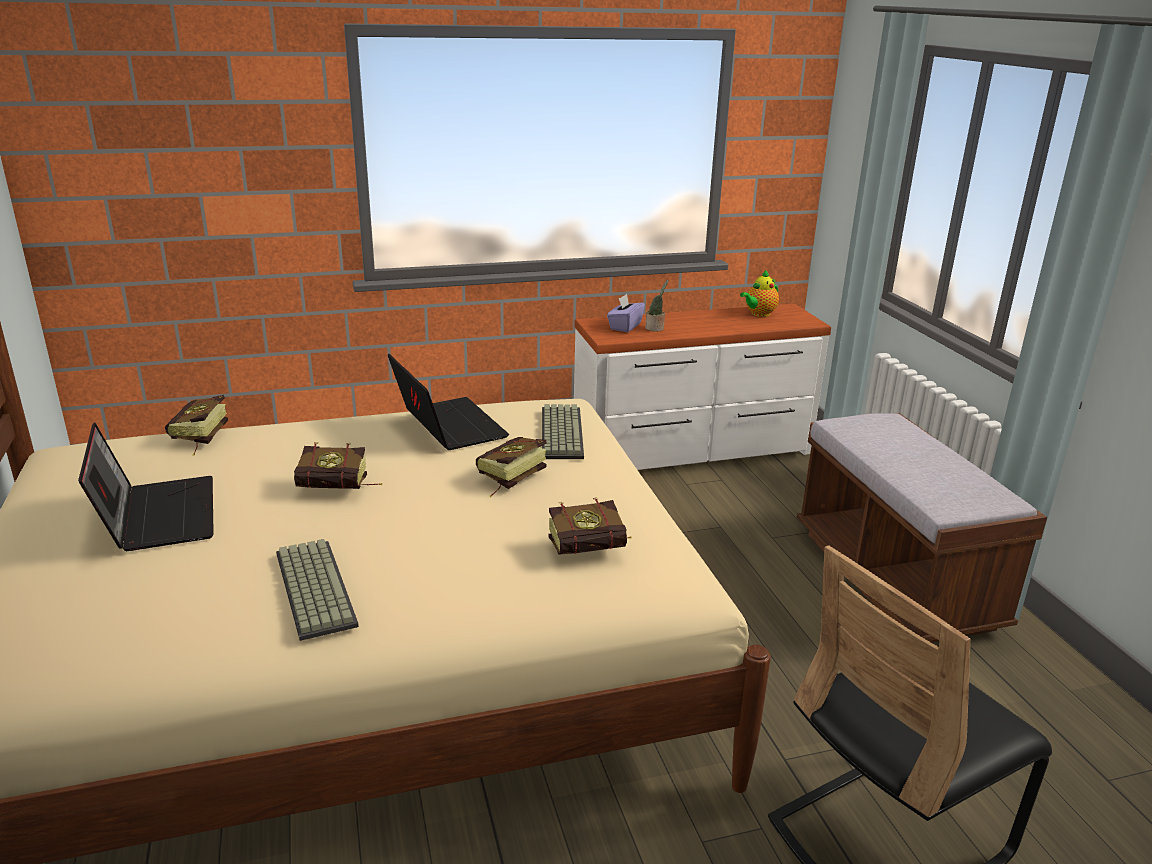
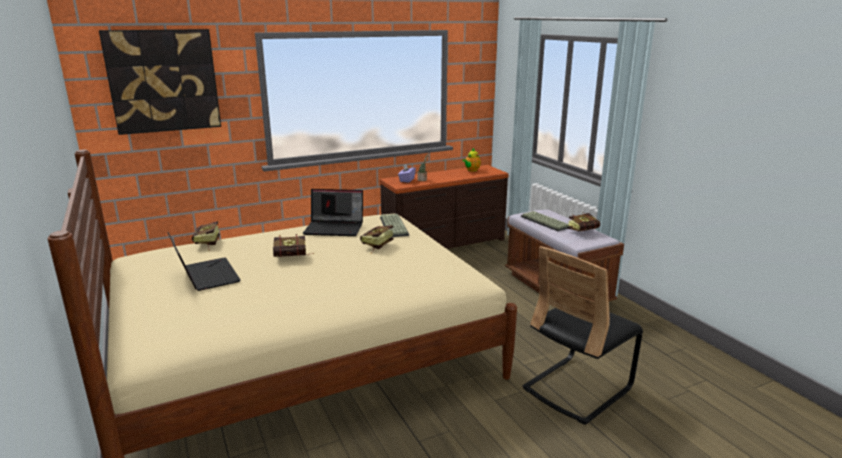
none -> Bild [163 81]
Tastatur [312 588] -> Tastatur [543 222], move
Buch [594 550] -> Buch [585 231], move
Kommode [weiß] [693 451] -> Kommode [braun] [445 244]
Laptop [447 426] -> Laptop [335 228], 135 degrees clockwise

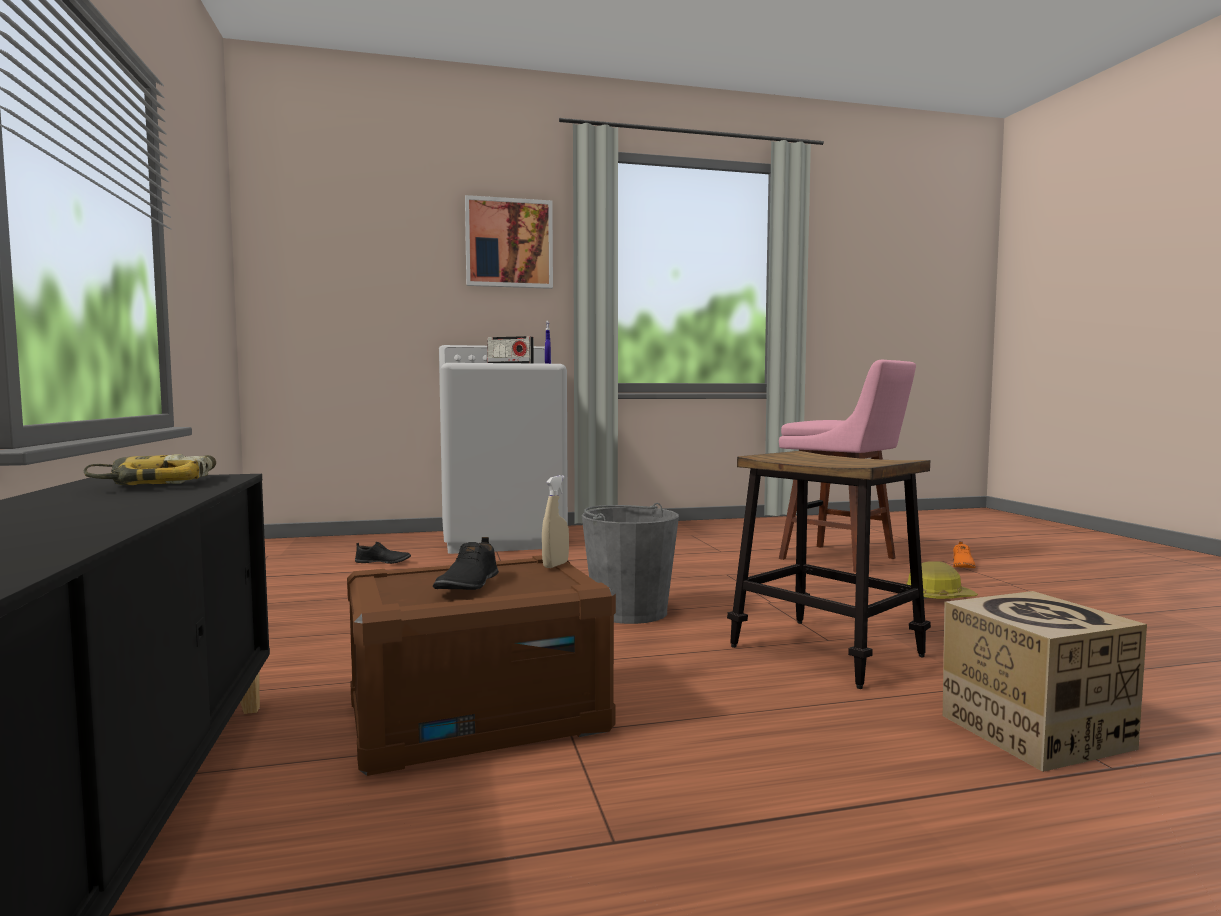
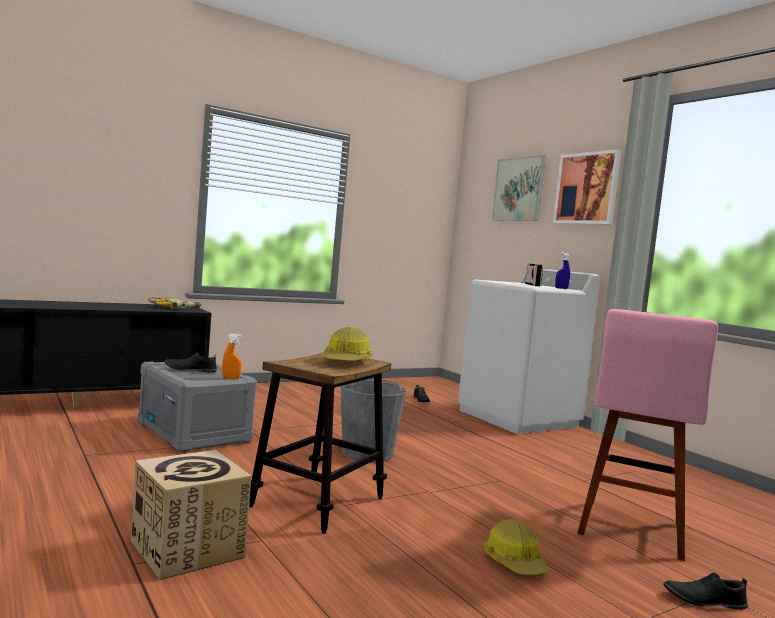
none -> Schutzhelm [346 361]
none -> Bild [518 189]
Aufbewahrungsbox [braun] [479 716] -> Aufbewahrungsbox [grau] [194 432]
Sprühflasche [beige] [555 565] -> Sprühflasche [orange] [230 378]
Schuh [orange] [962 565] -> Schuh [schwarz] [704 600]

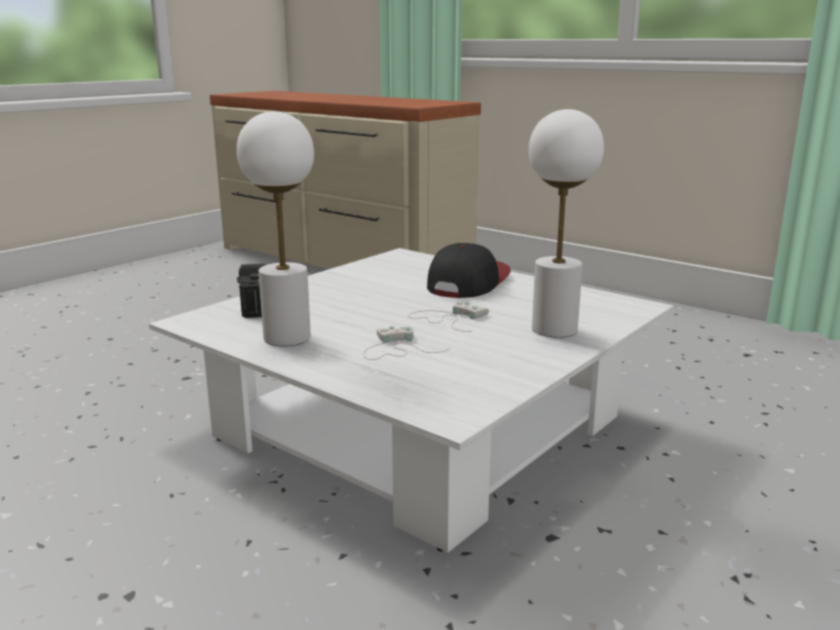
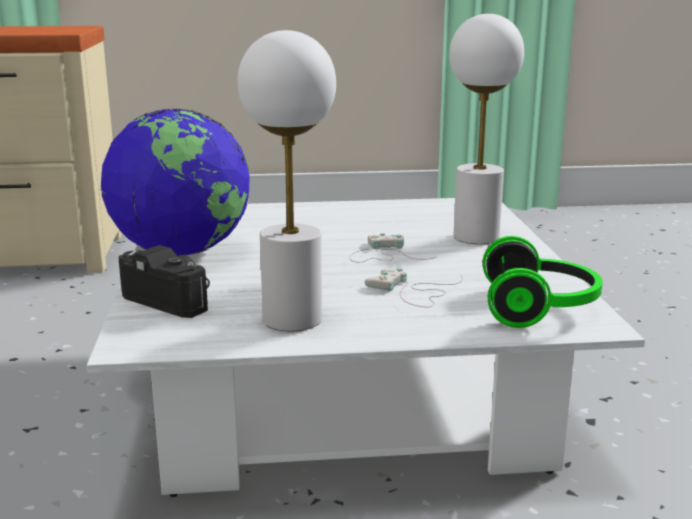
Kappe [467 282] -> none
none -> Globus [181 252]
none -> Kopfhörer [540 308]

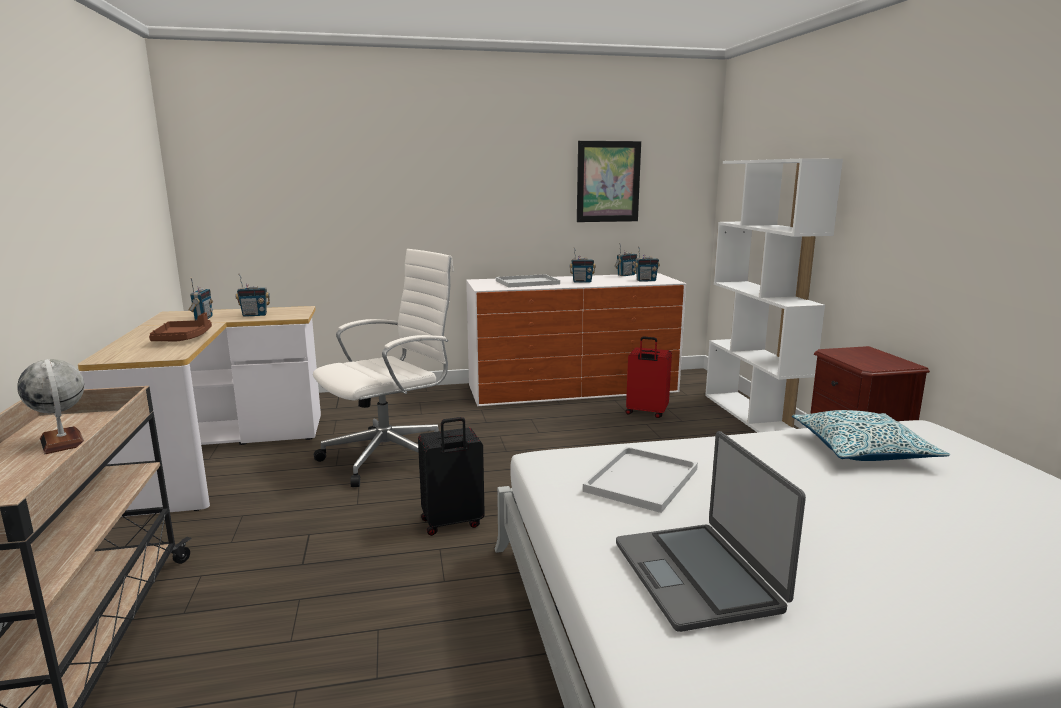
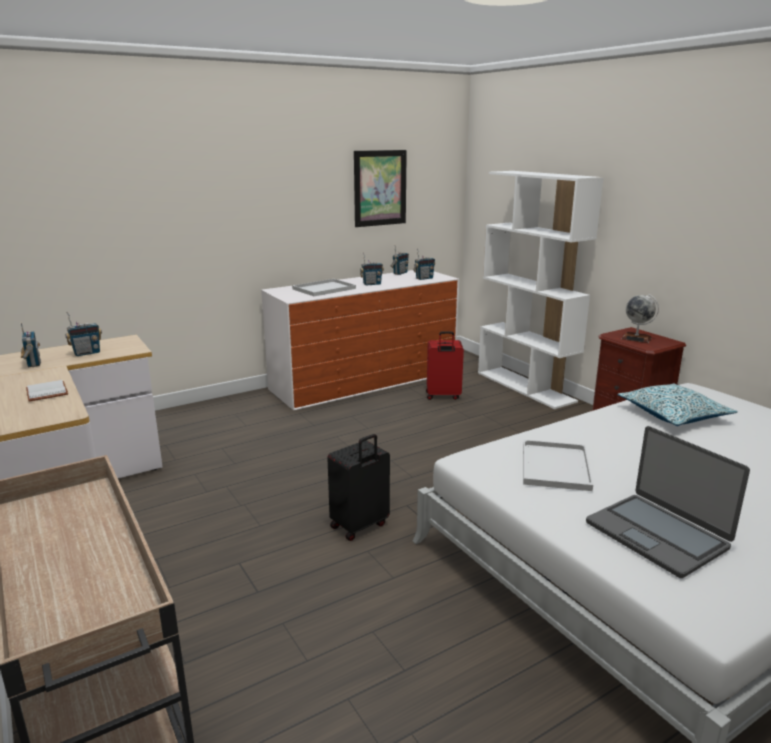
Bürostuhl [weiß] [391 456] -> none
Globus [63 442] -> Globus [636 338], move
Tablett [braun] [183 339] -> Buch [weiß] [48 392]

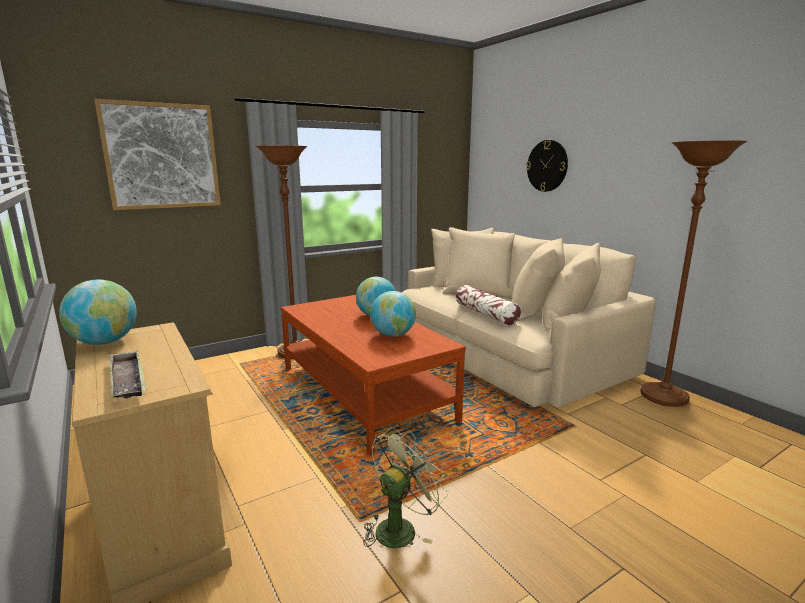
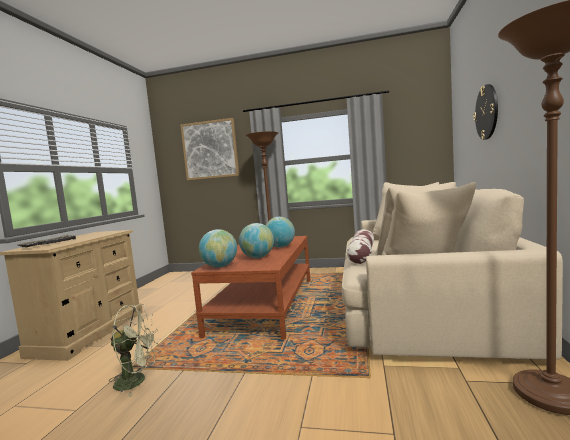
Globus [104 342] -> Globus [220 266], move

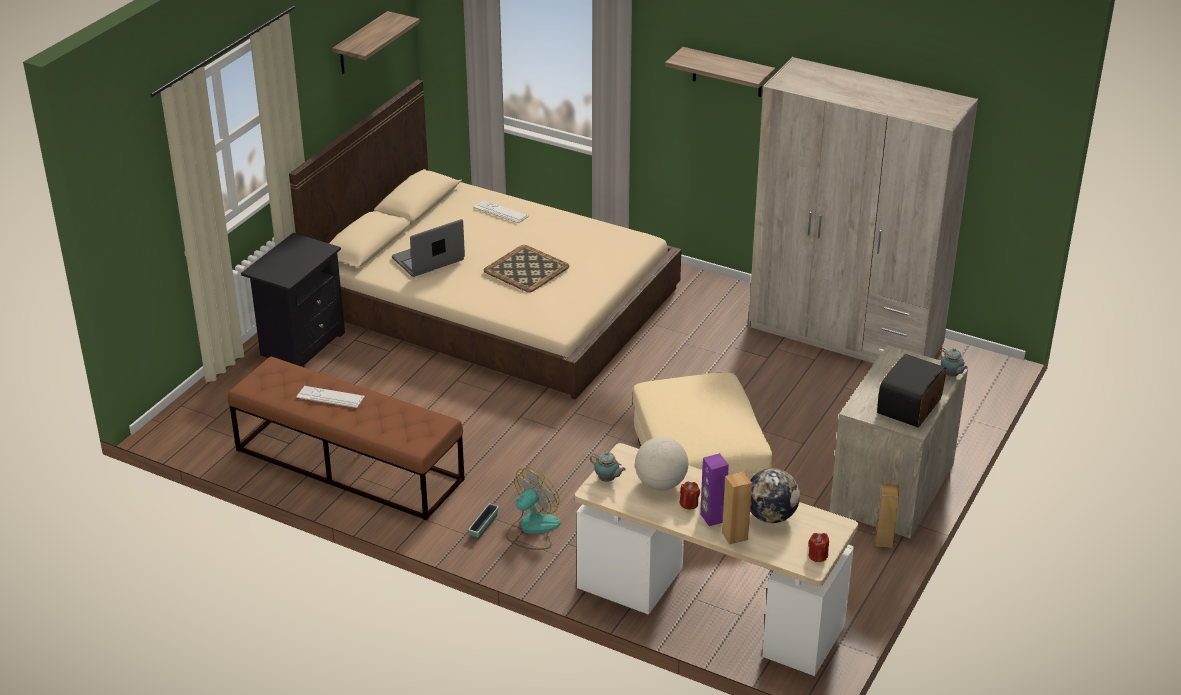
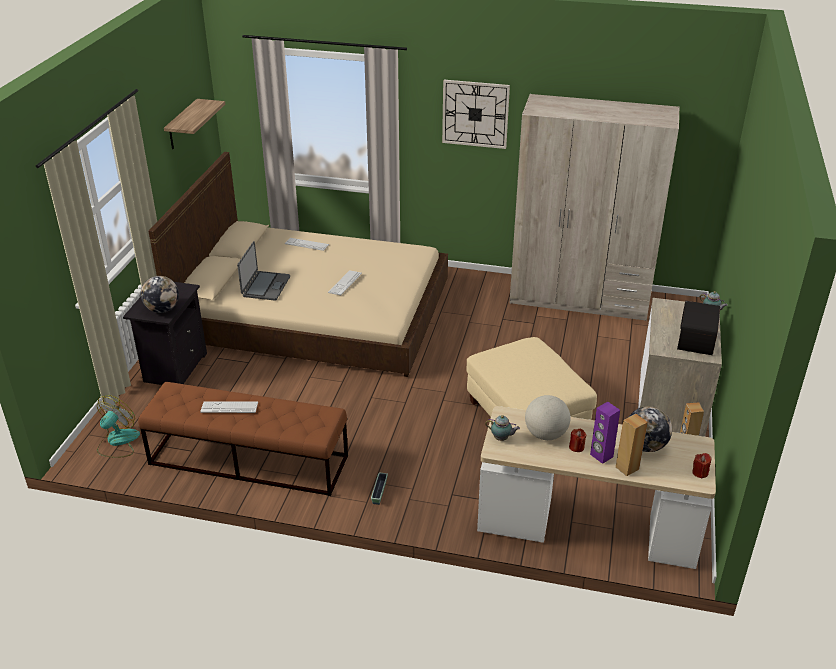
none -> Globus [162 309]
Ventilator [532 529] -> Ventilator [117 442], move
Tablett [526 269] -> Tastatur [345 283]
Wandregal [727 72] -> Wanduhr [475 114]
Laptop [428 260] -> Laptop [265 286], 150 degrees clockwise

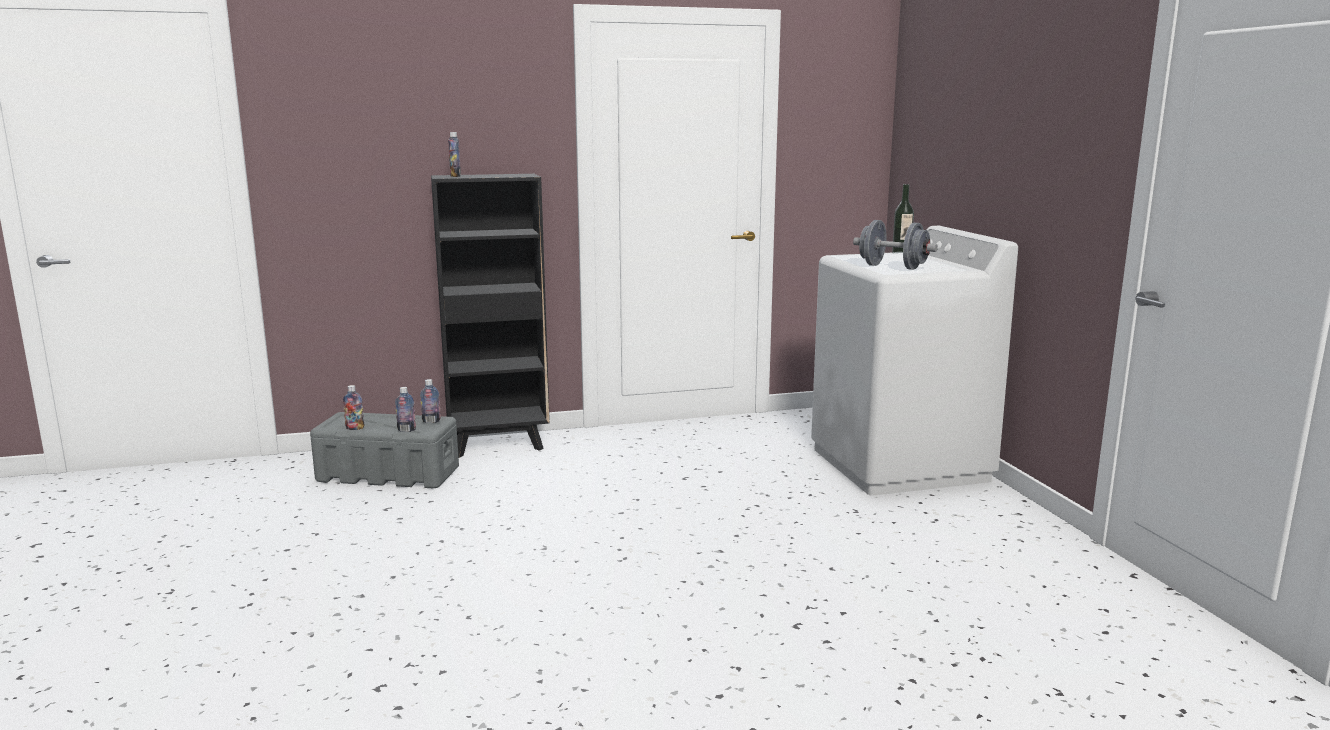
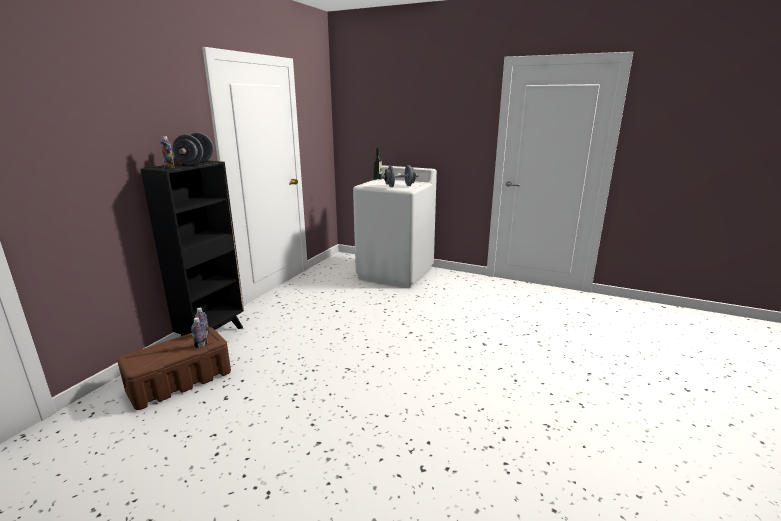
Flasche [355 428] -> none
none -> Hantel [grau] [196 163]
Aufbewahrungsbox [grau] [389 474] -> Aufbewahrungsbox [braun] [180 381]

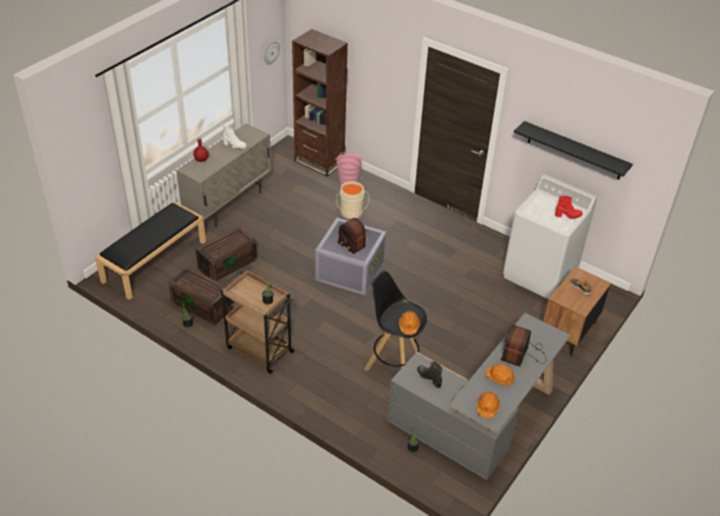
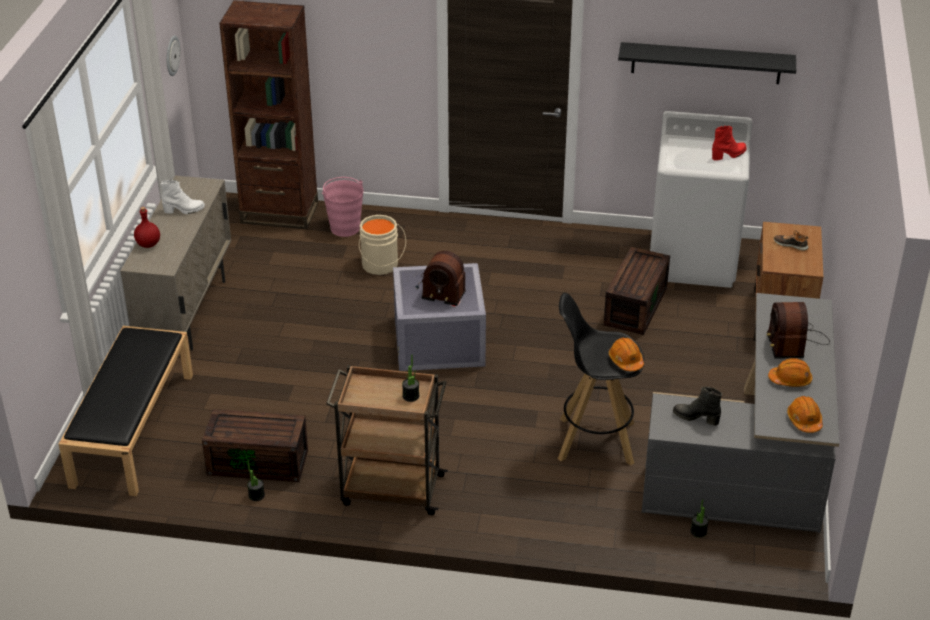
Aufbewahrungsbox [braun] [228 263] -> Aufbewahrungsbox [braun] [634 305], move

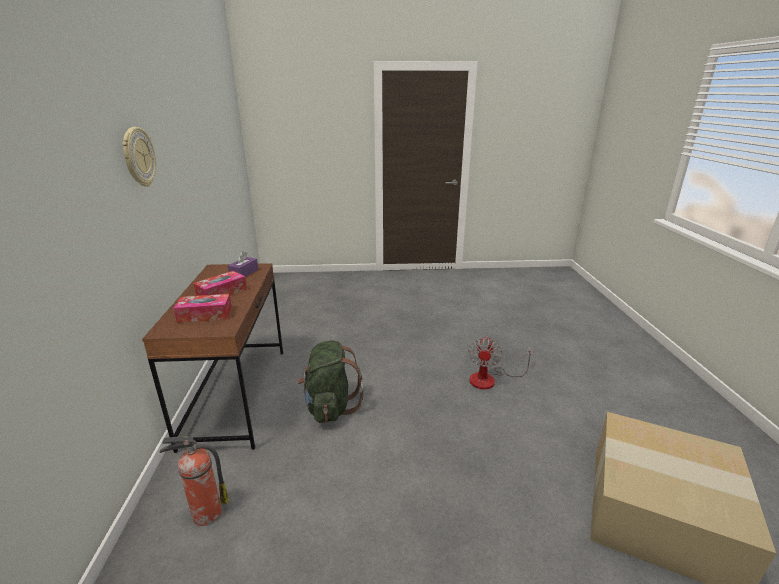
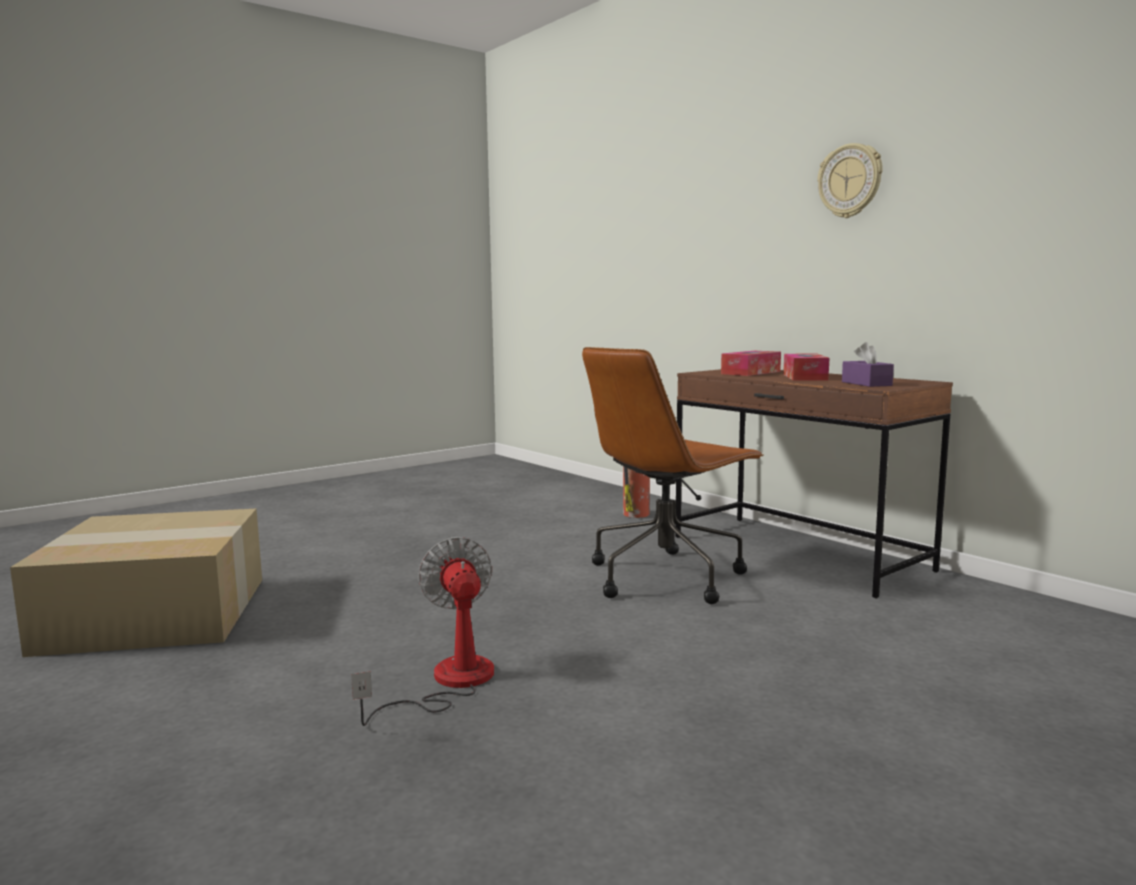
Rucksack [grün] [330 407] -> Bürostuhl [braun] [666 576]

